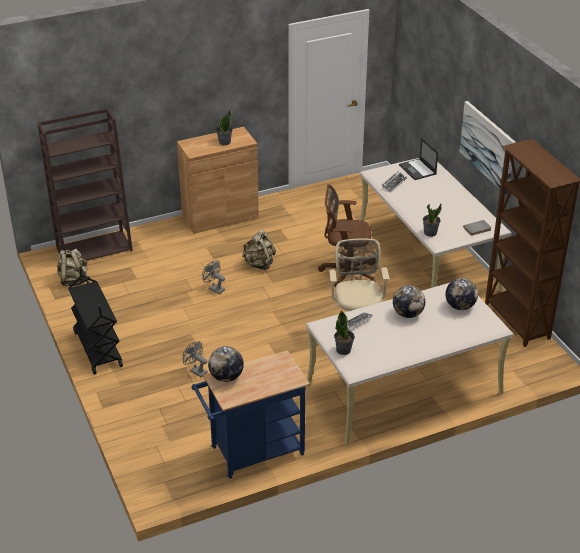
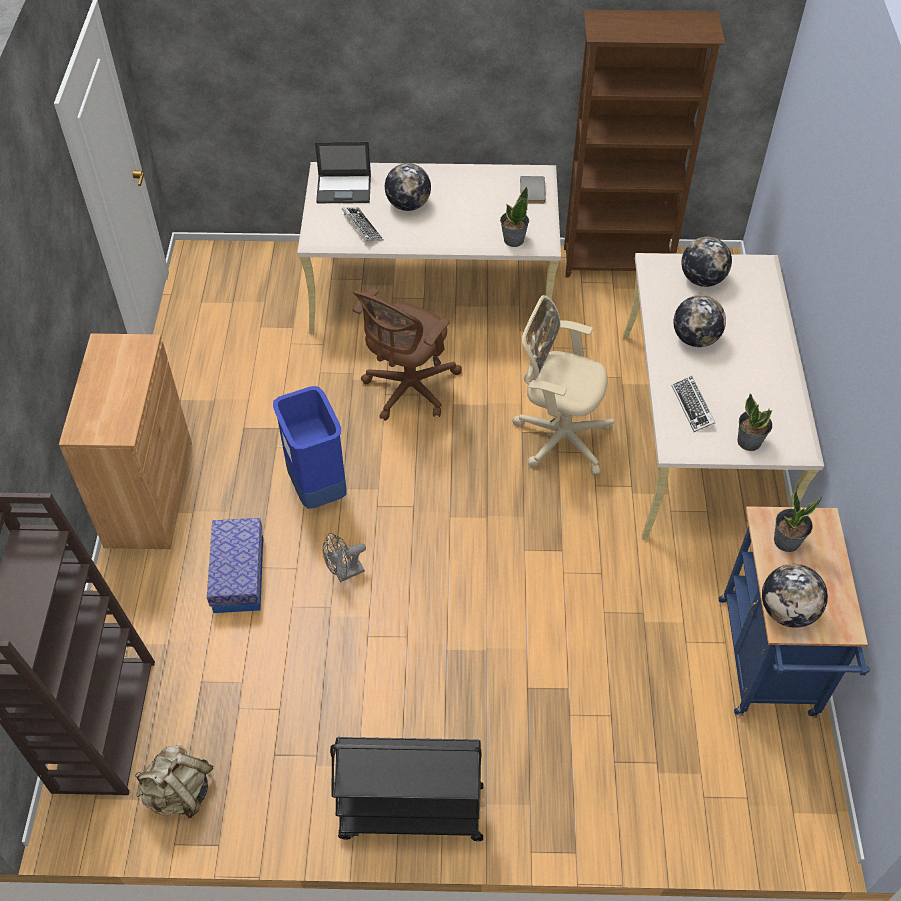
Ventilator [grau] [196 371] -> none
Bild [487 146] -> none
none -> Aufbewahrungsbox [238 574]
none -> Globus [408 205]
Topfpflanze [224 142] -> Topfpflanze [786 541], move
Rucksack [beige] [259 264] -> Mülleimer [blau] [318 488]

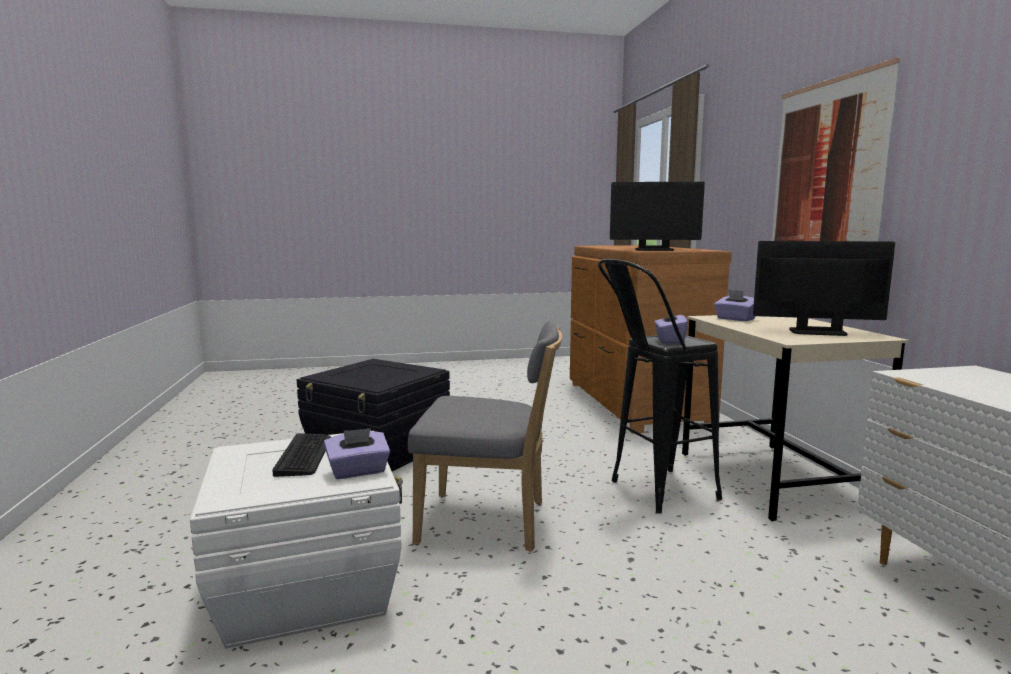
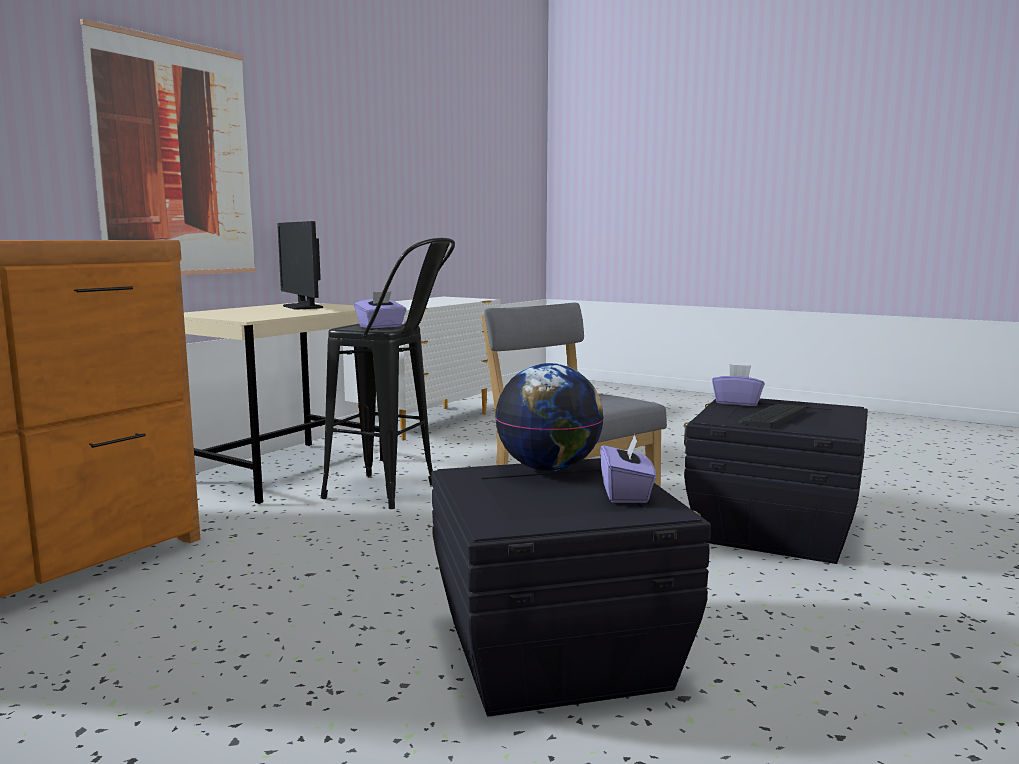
Monitor [654 250] -> none
none -> Globus [549 468]
Taschentuchbox [lila] [735 319] -> Taschentuchbox [lila] [626 494], move
Aufbewahrungsbox [weiß] [308 587] -> Aufbewahrungsbox [schwarz] [772 530]

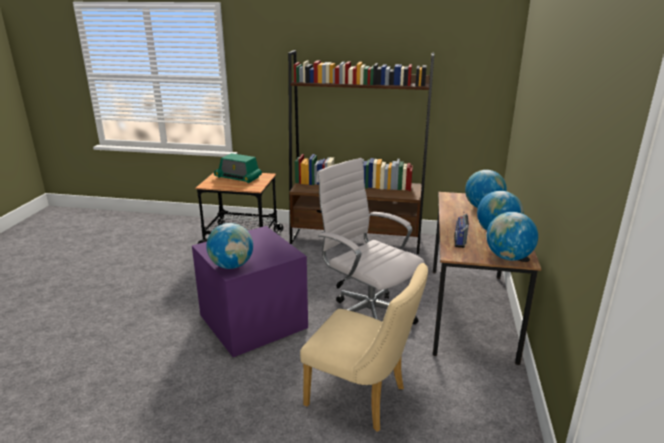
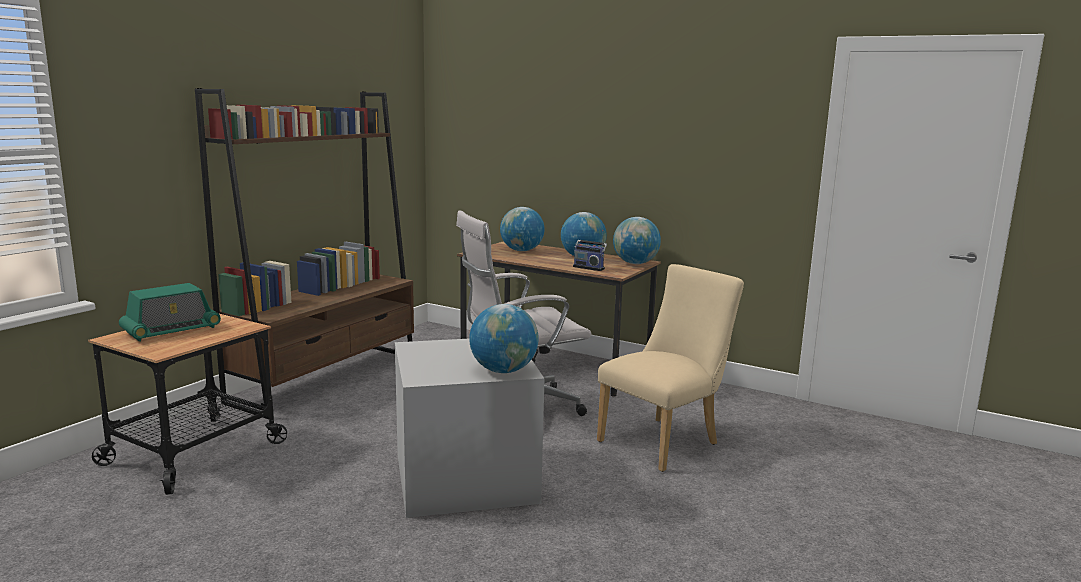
Aufbewahrungsbox [lila] [255 321] -> Aufbewahrungsbox [grau] [466 476]

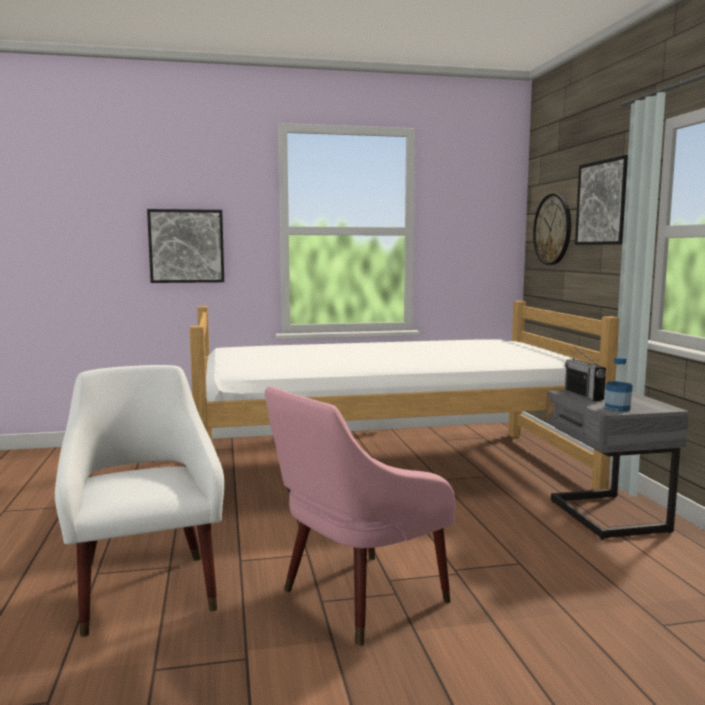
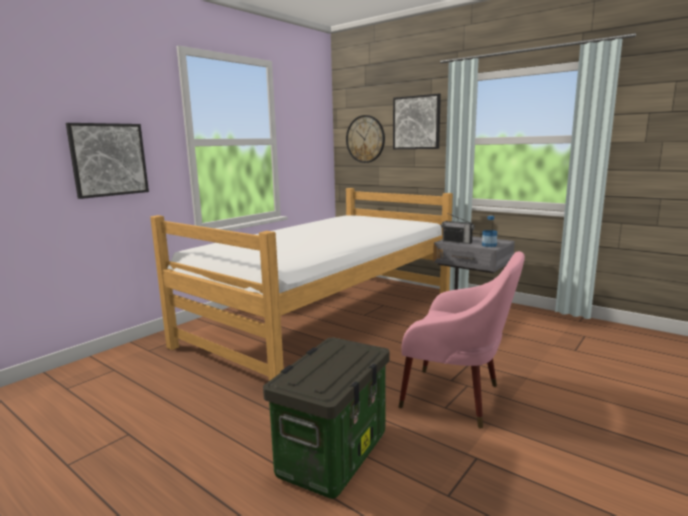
Sessel [weiß] [146 586] -> Aufbewahrungsbox [333 454]
Sessel [rosa] [356 599] -> Sessel [rosa] [458 398], 75 degrees counterclockwise

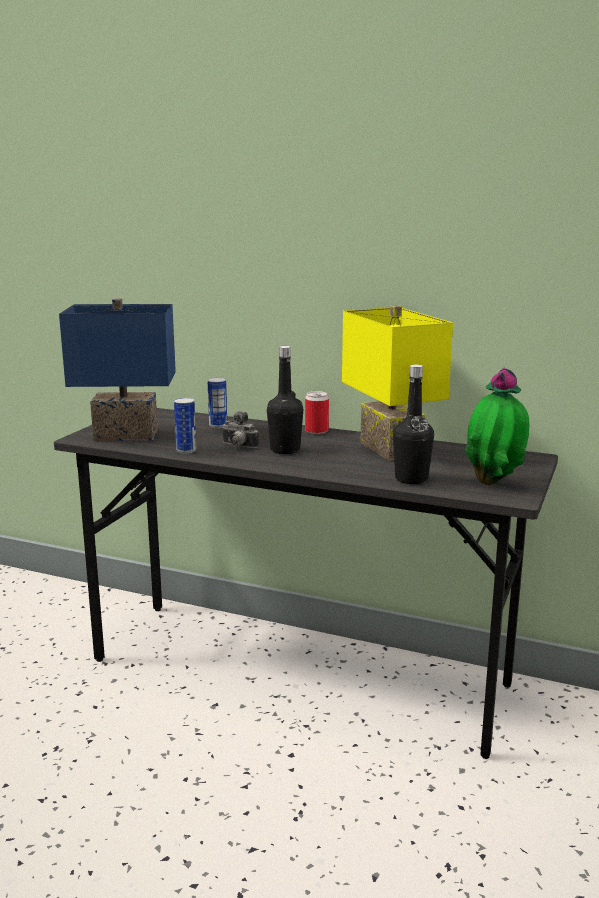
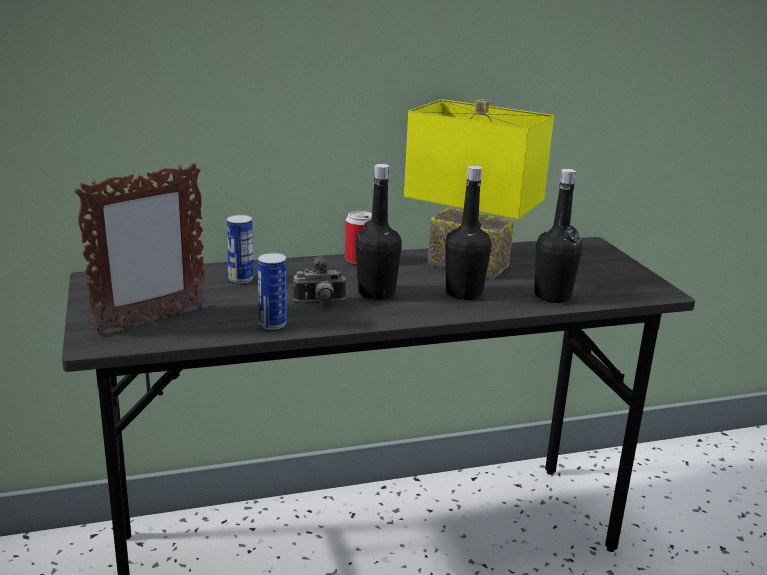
Topfpflanze [494 483] -> none
none -> Flasche [schwarz] [464 293]
Tischlampe [blau] [127 434] -> Bilderrahmen [150 319]

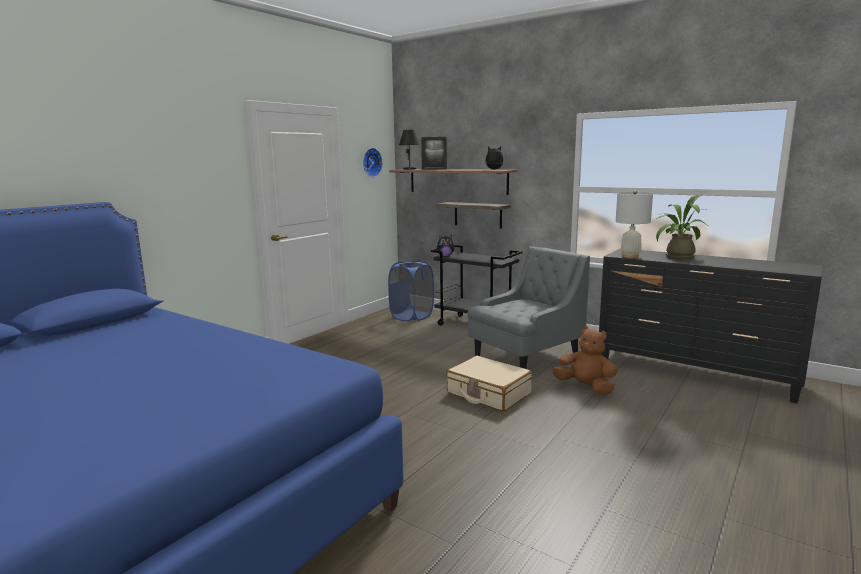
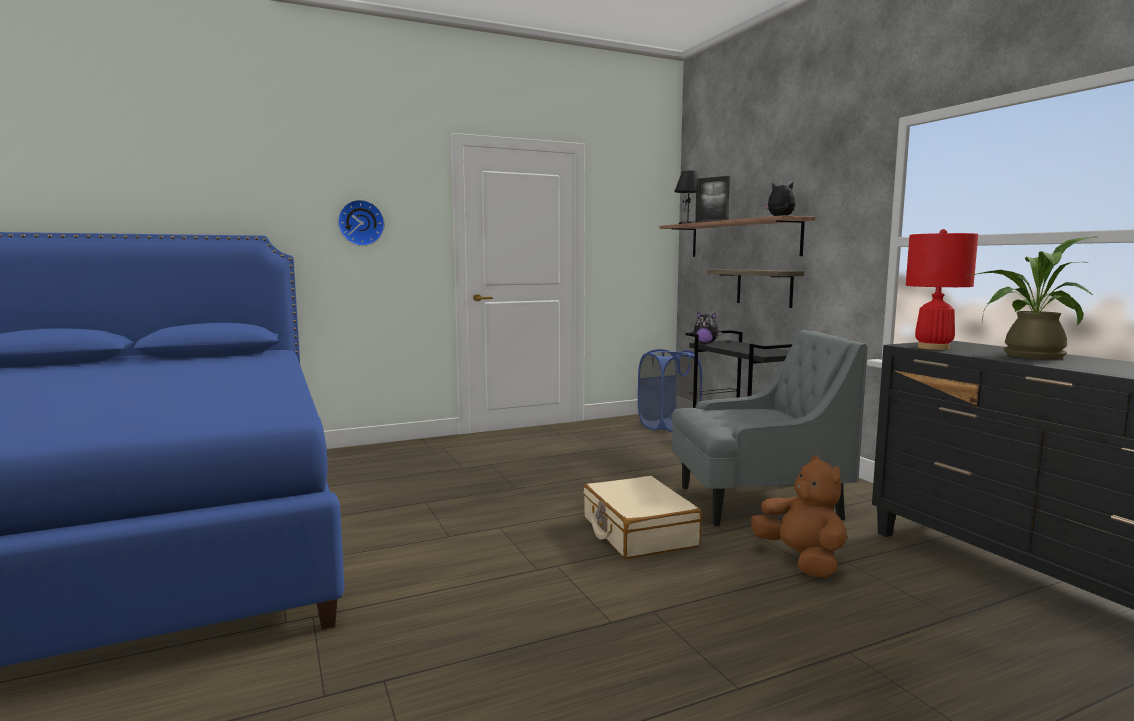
Wanduhr [371 162] -> Wanduhr [361 223], move
Tischlampe [weiß] [630 256] -> Tischlampe [rot] [933 348]

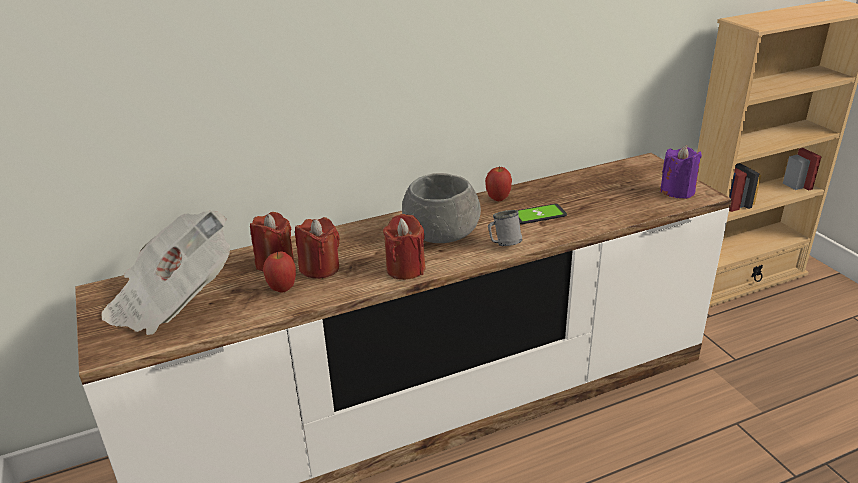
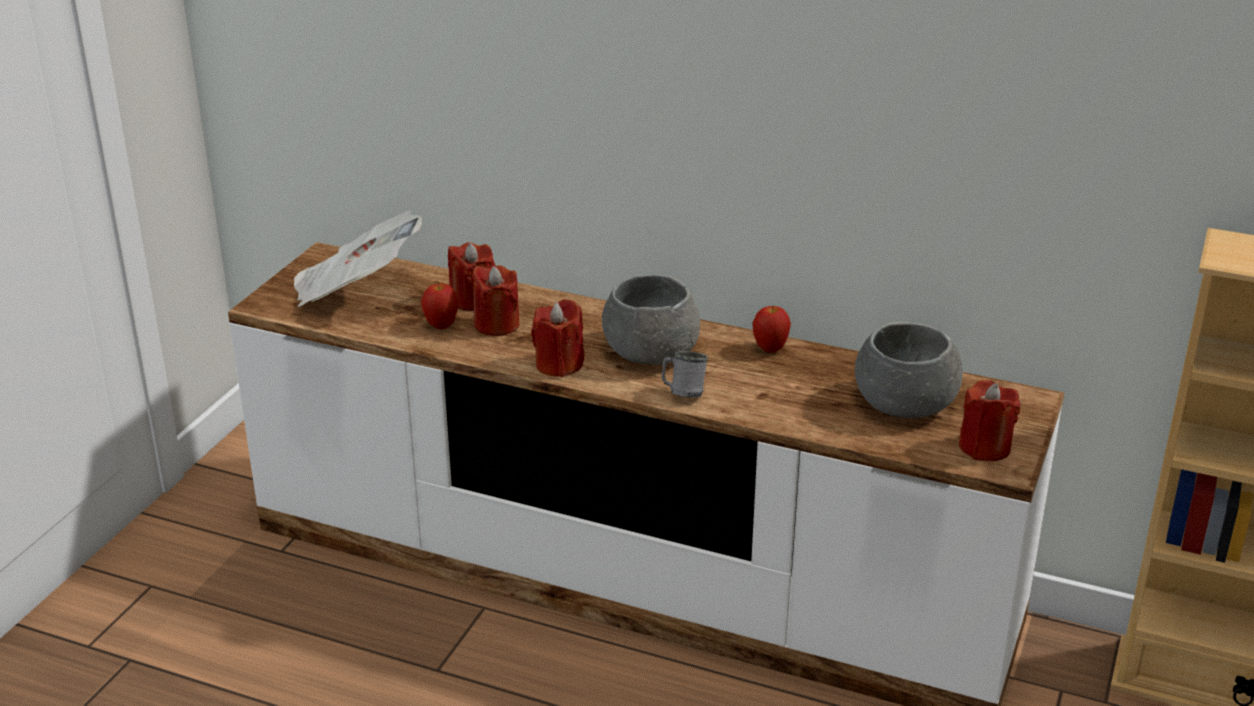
Handy [538 215] -> none
none -> Schüssel [grau] [906 403]
Kerze [lila] [677 191] -> Kerze [rot] [984 447]

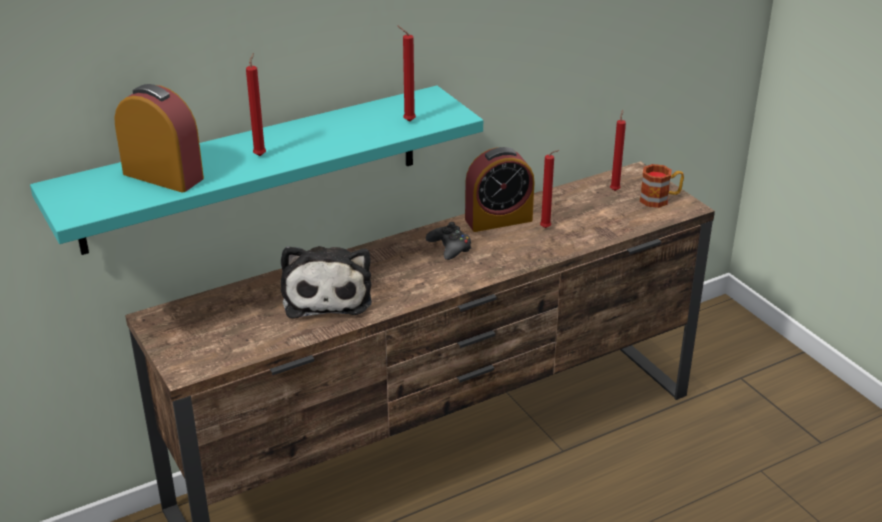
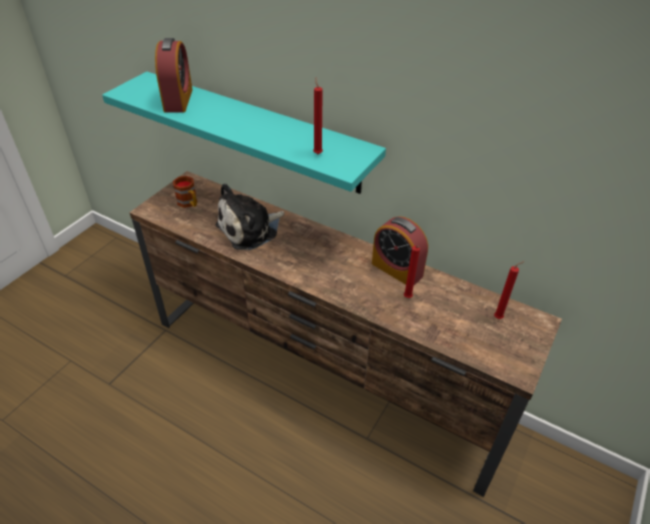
Kerze [rot] [260 155] -> none
Gamepad [schwarz] [450 247] -> none
Henkelbecher [660 199] -> Henkelbecher [189 203], move

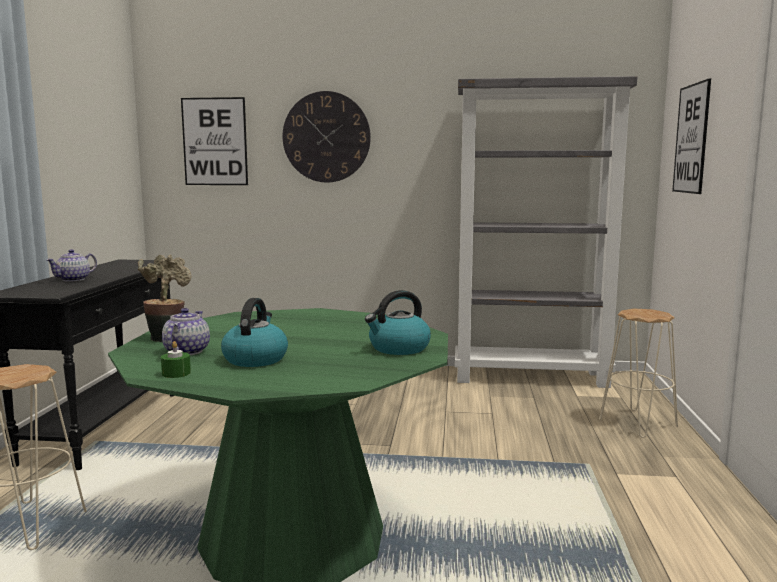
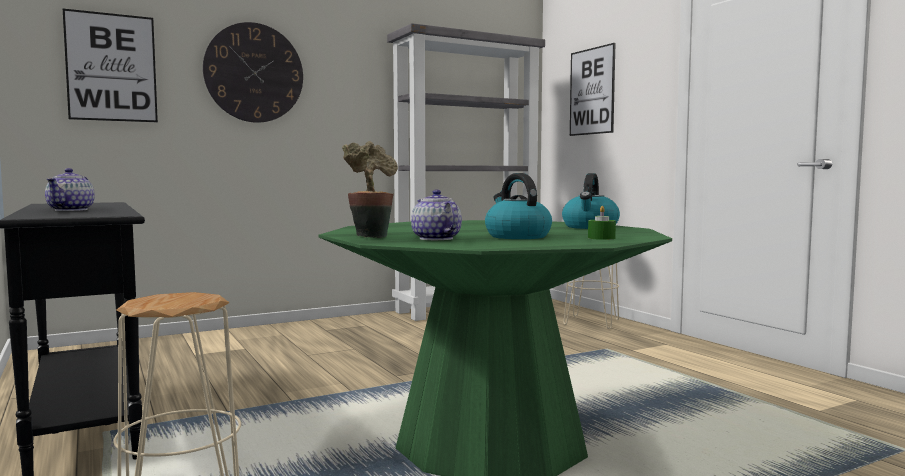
Kerze [grün] [176 373] -> Kerze [grün] [601 238], move

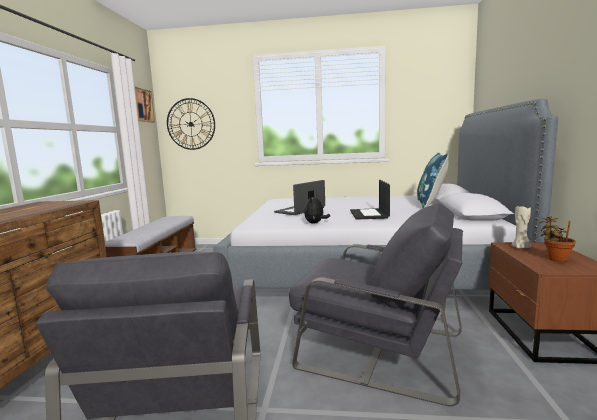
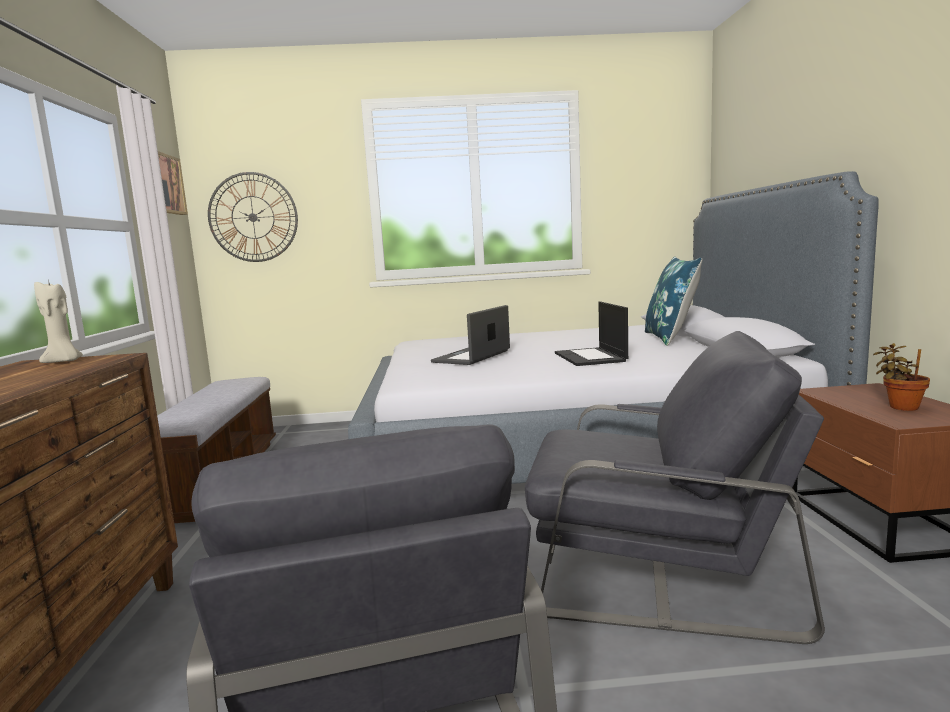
Plüschtier [315 223] -> none
Kerze [beige] [520 247] -> Kerze [beige] [64 362], move

